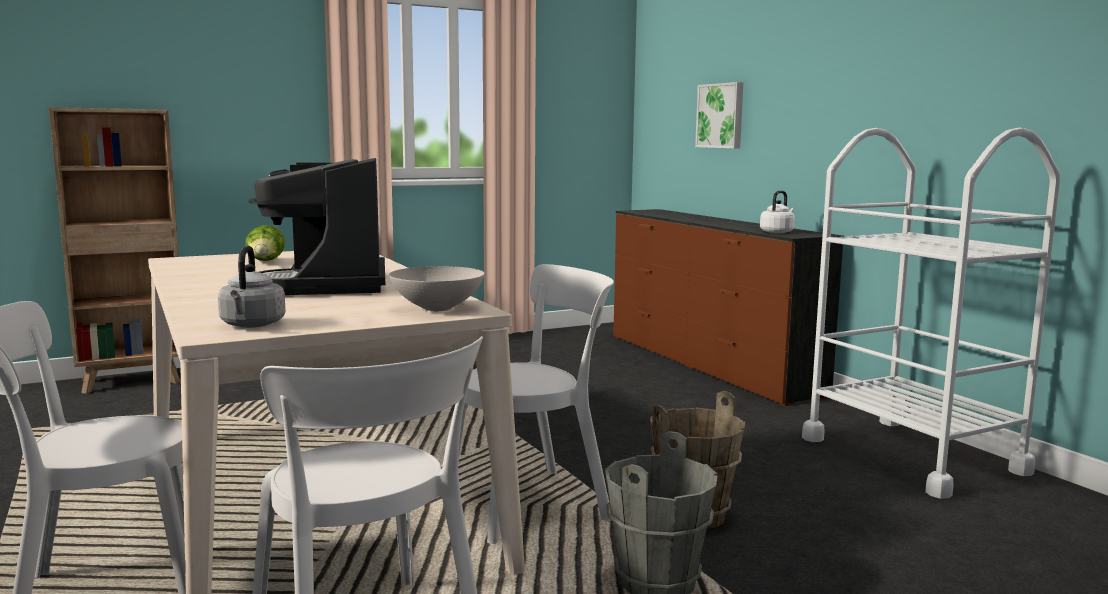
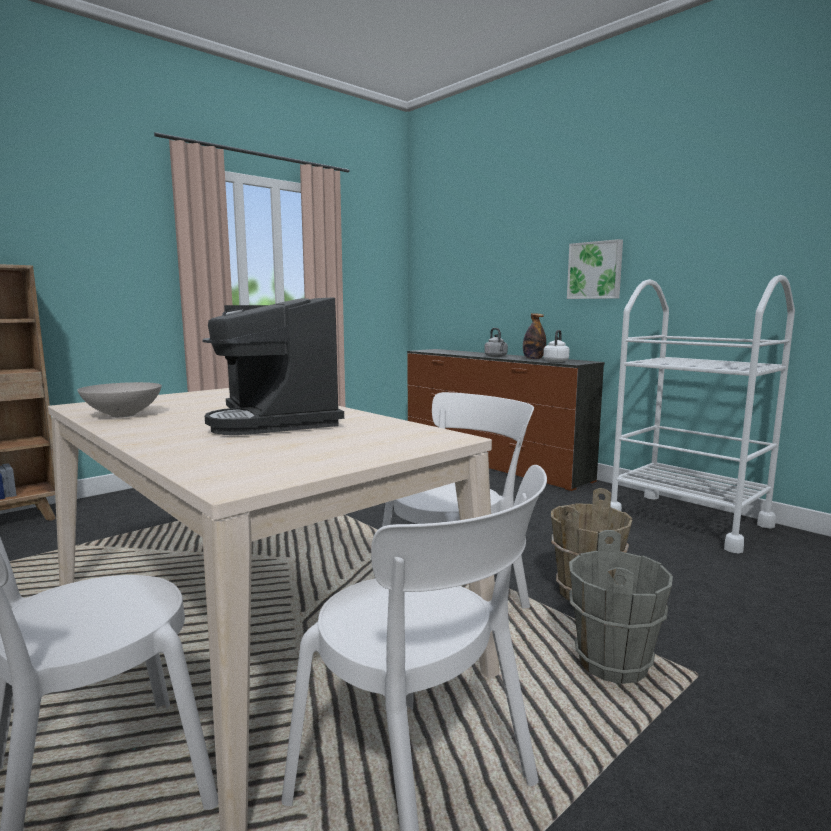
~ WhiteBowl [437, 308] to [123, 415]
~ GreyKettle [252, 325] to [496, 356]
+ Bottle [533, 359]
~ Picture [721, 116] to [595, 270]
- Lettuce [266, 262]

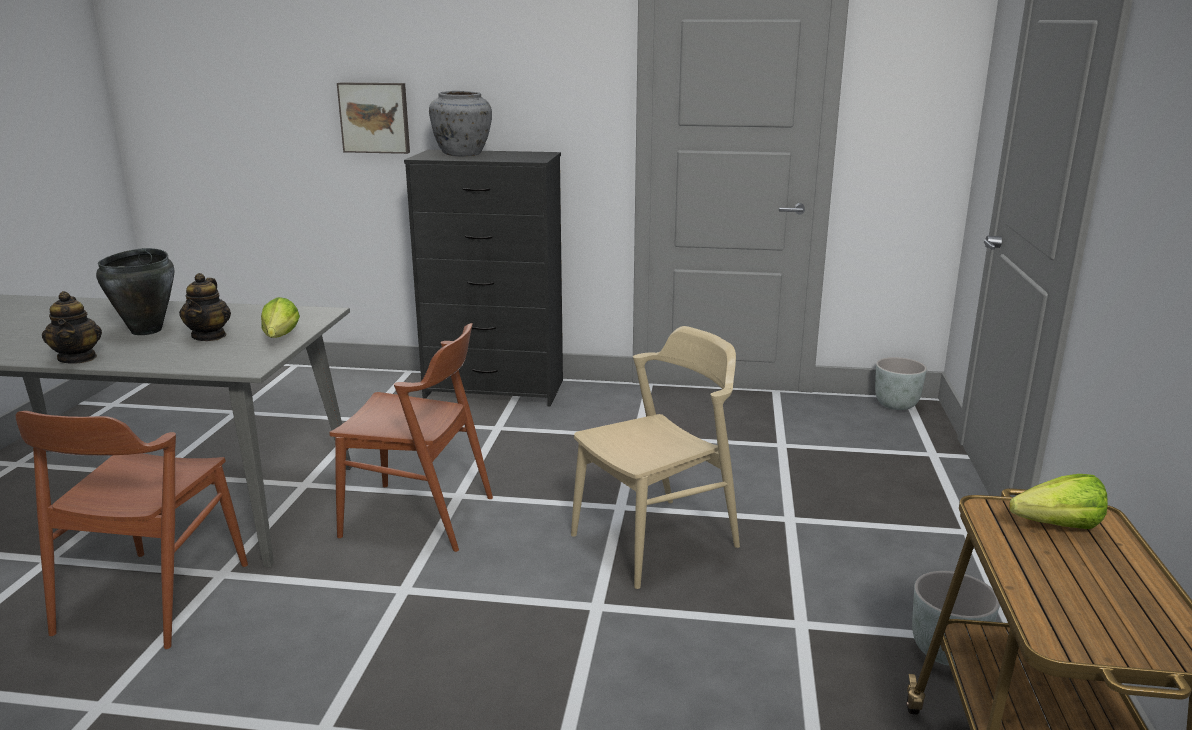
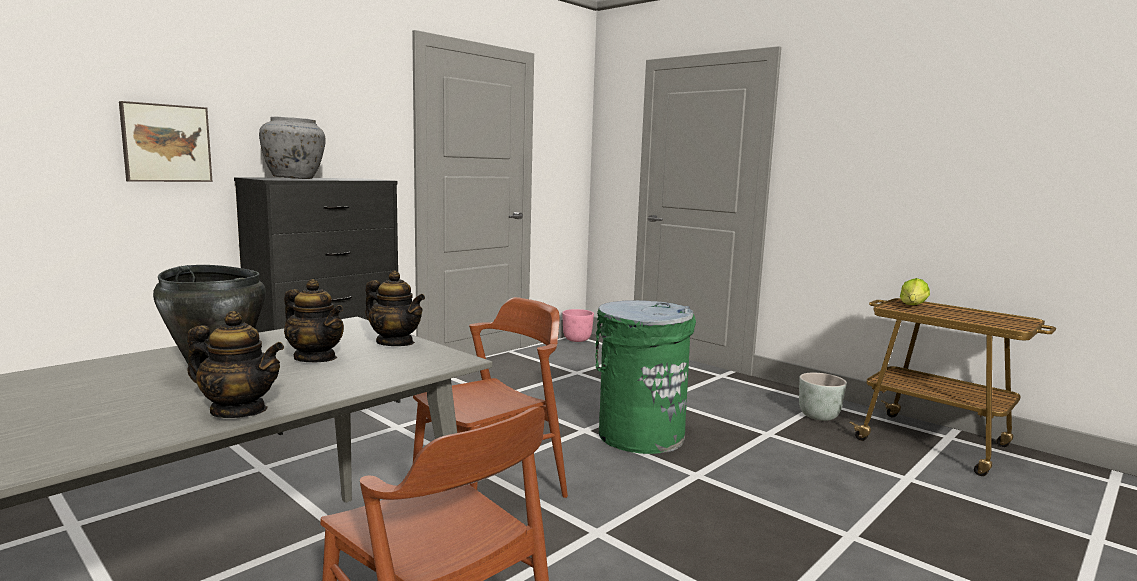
~ Lettuce [278, 340] to Teapot [395, 343]
~ GreyPlanter [897, 405] to PinkPlanter [577, 340]
~ BeigeChair [655, 540] to GreenTrashCan [640, 435]

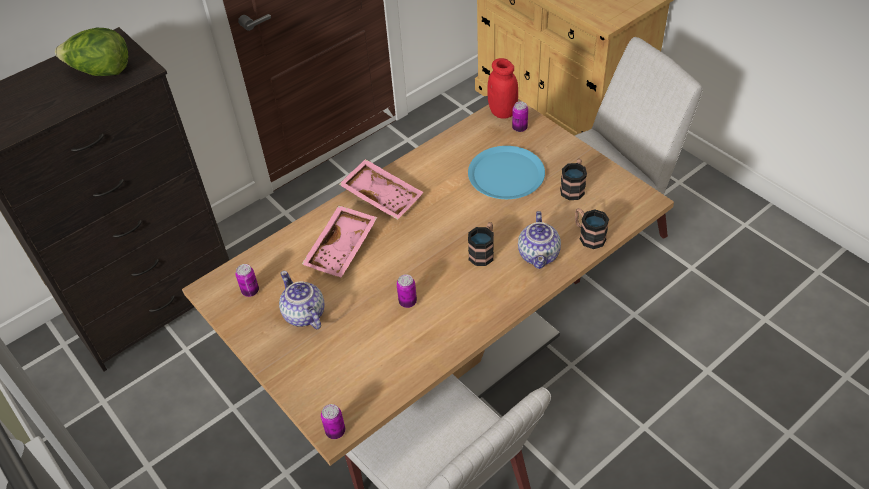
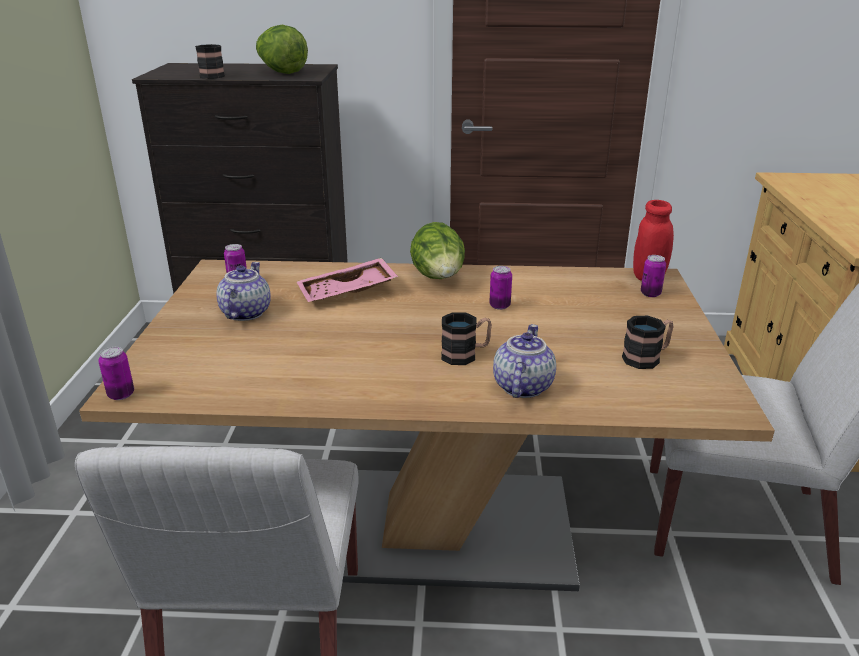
~ Mug [588, 236] to [213, 75]
~ PinkTray [383, 195] to Lettuce [439, 279]
~ Can [407, 302] to [499, 306]
~ Teapot [539, 255] = [521, 386] 150 degrees clockwise
- BluePlate [506, 174]

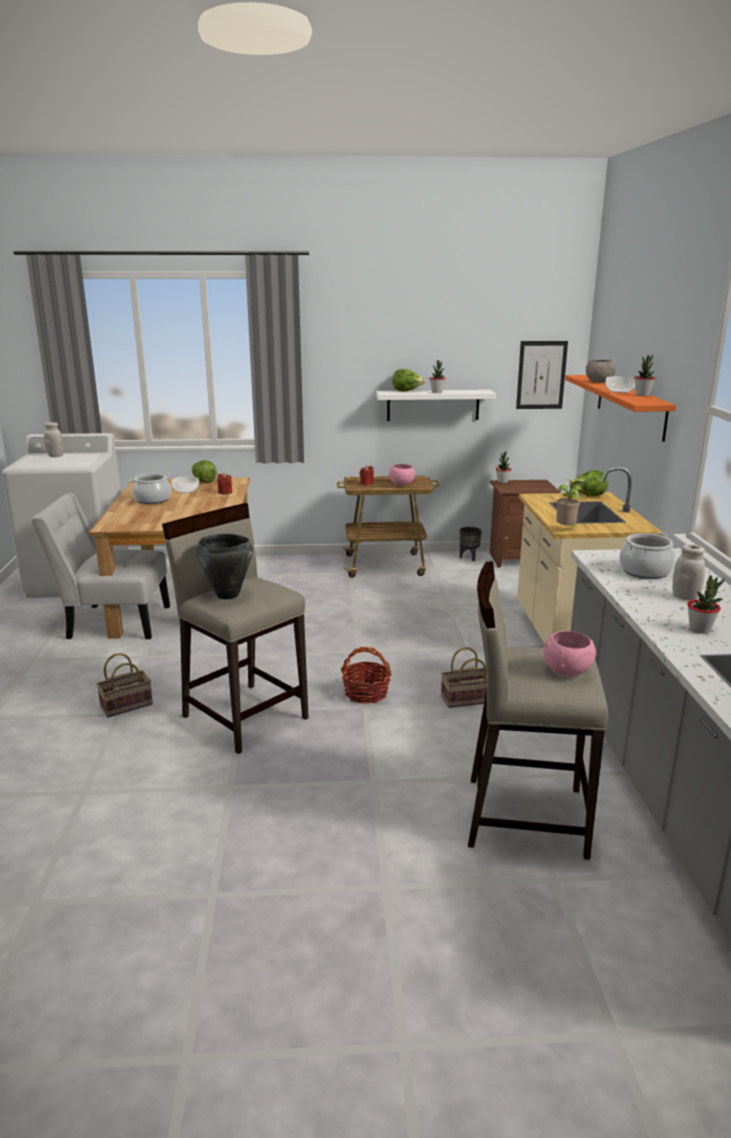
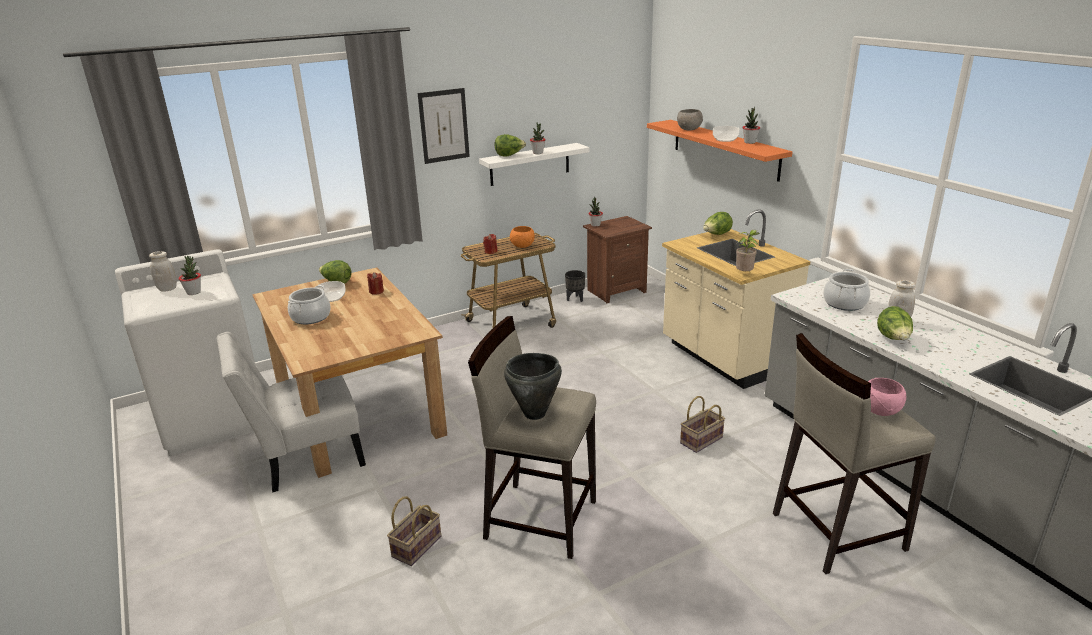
~ PottedPlant [700, 629] to [194, 292]
~ Picture [541, 375] to [444, 126]
~ PinkBowl [401, 484] to OrangeBowl [522, 246]
+ Lettuce [893, 339]
- Basket [366, 693]

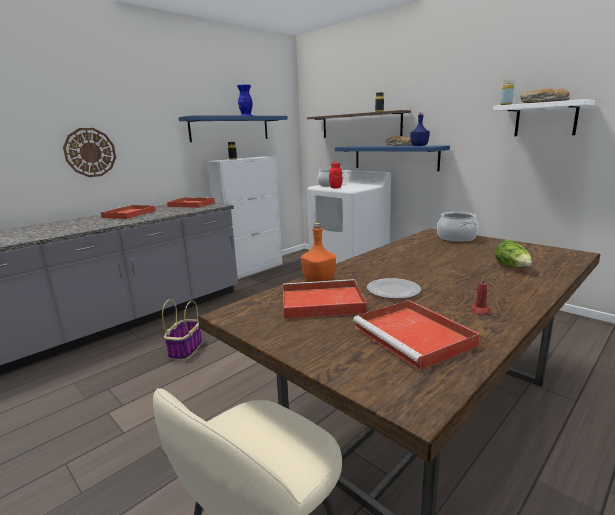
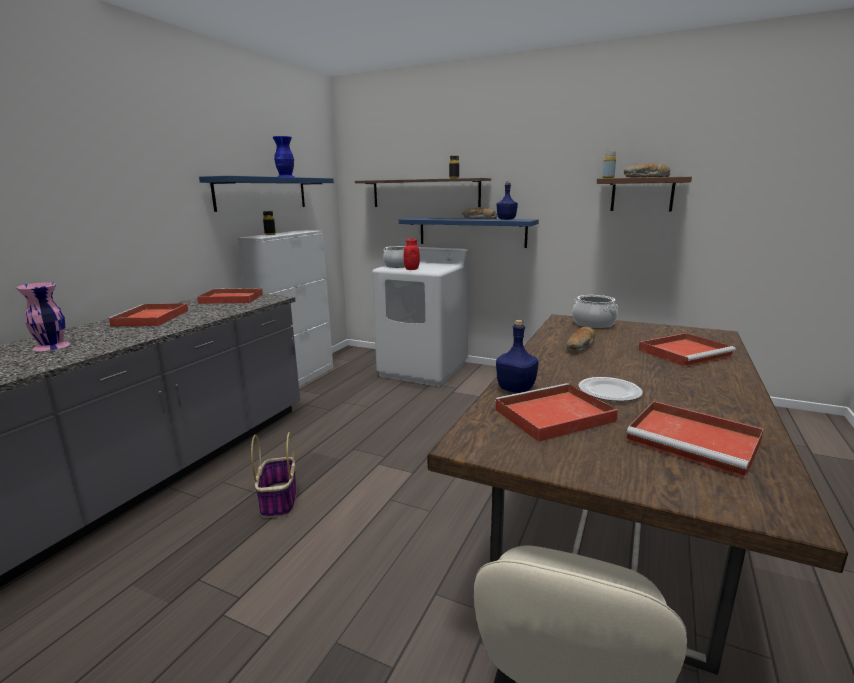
+ PinkVase [51, 346]
~ OrangeBottle [318, 280] to BlueBottle [515, 389]
+ Bread [581, 346]
~ WhiteShelf [545, 119] to BrownShelf [642, 194]
~ Lettuce [513, 267] to RedTray [685, 352]
- WallClock [90, 152]
- RedCandle [480, 311]

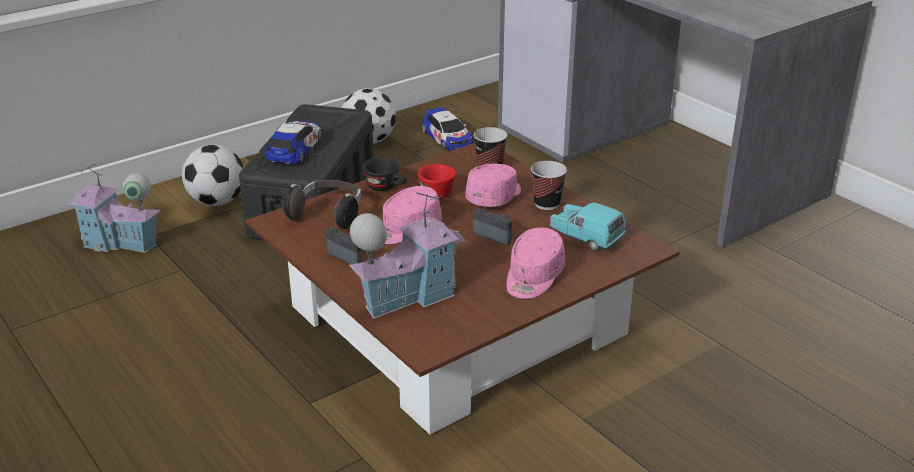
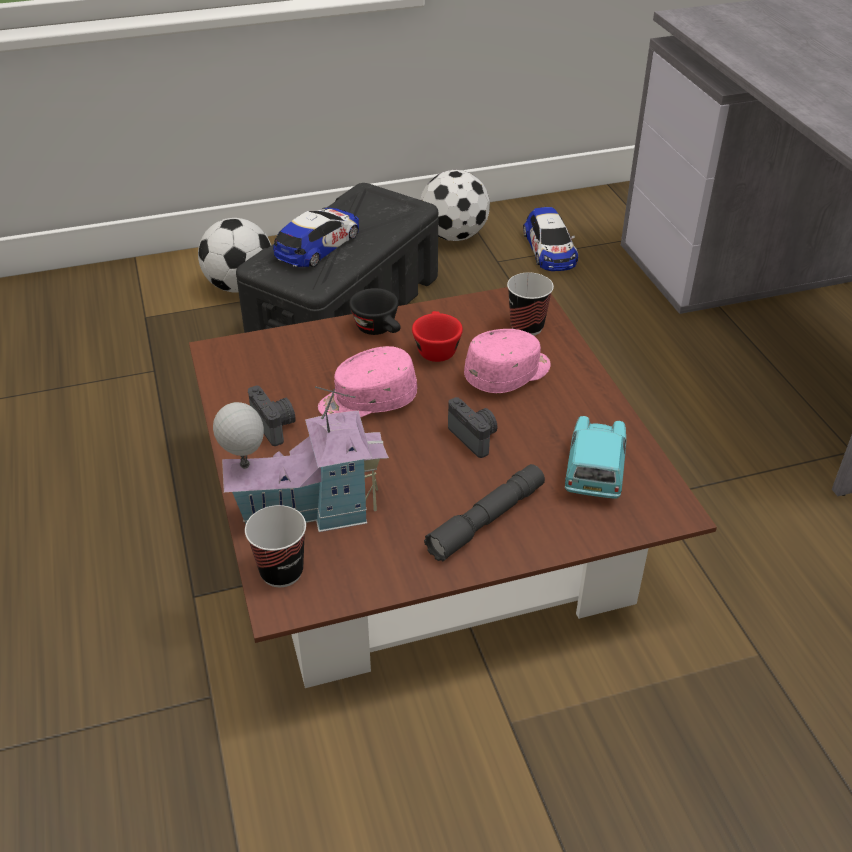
~ Cup [547, 204] to [281, 572]
~ PinkCap [533, 277] to GreyFlashlight [486, 520]
~ TurquoiseToyCar [586, 238] = [594, 471] 45 degrees clockwise
- ToyHouse [120, 243]
- Headphones [328, 215]

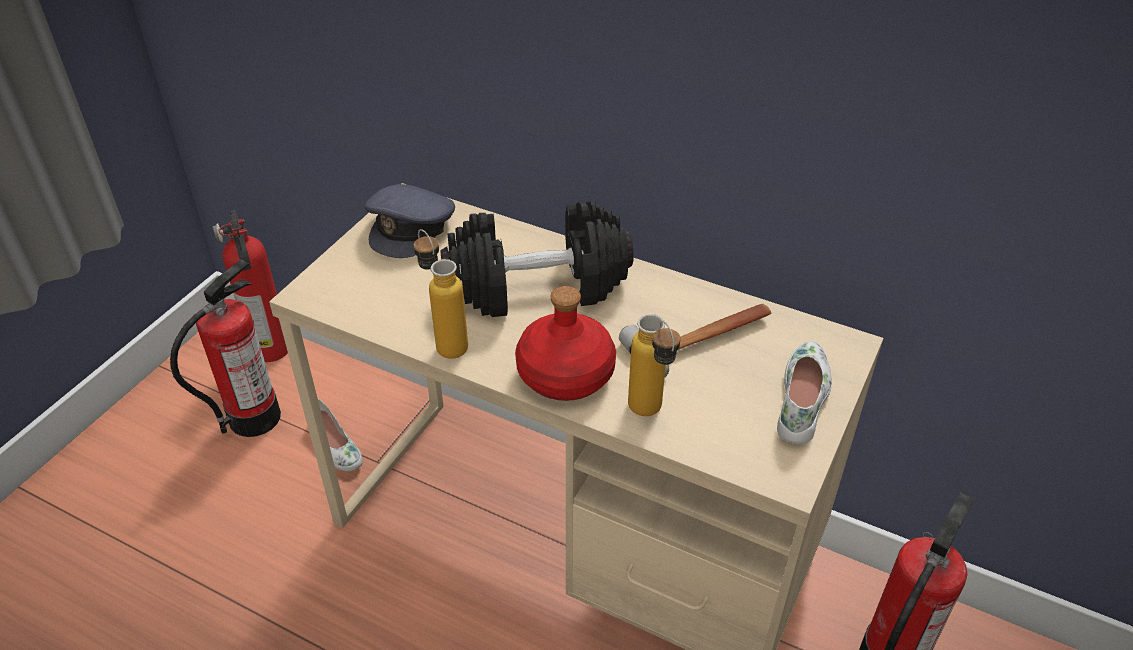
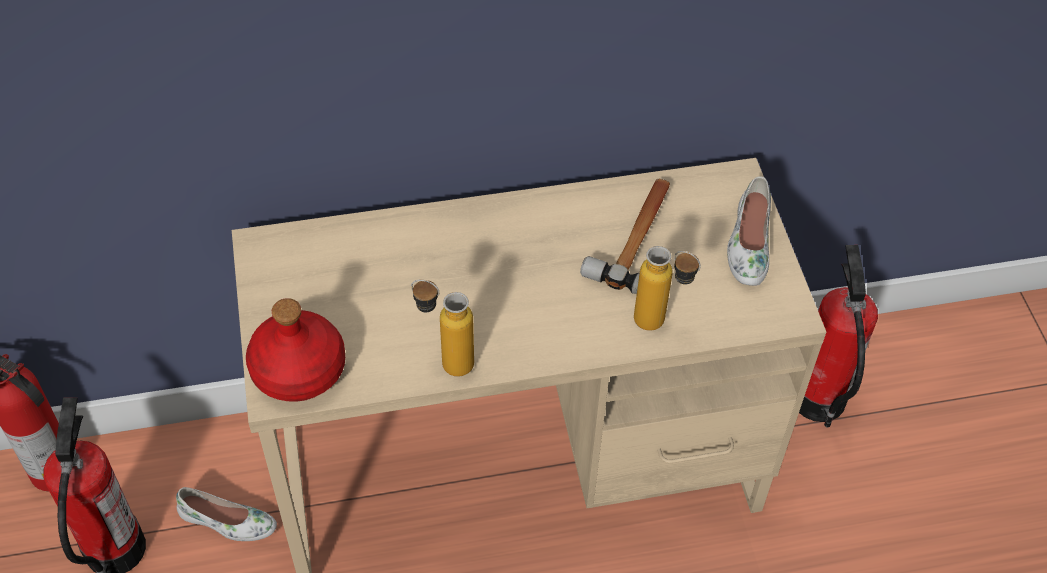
~ RedBottle [564, 375] to [298, 371]
~ WhiteShoe [803, 399] = [748, 244] 150 degrees counterclockwise
- GreyCap [411, 227]
- BlackDumbbell [537, 287]

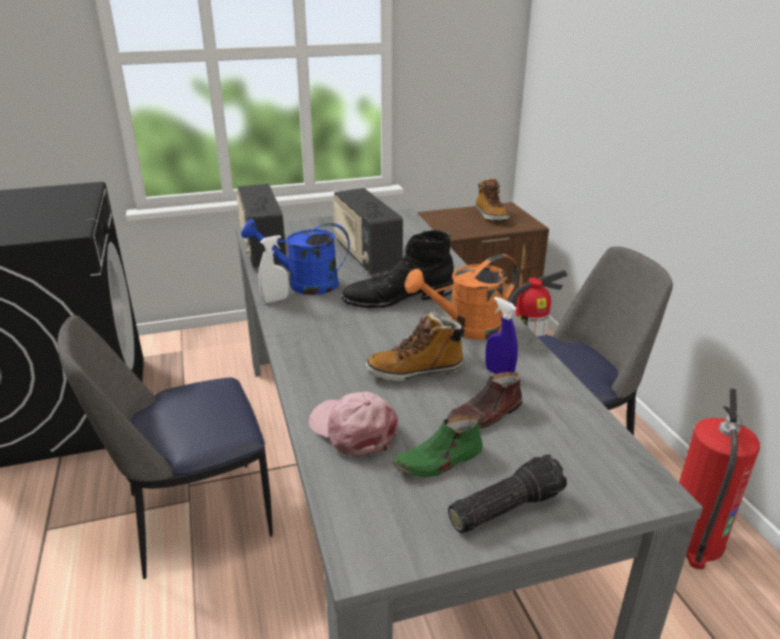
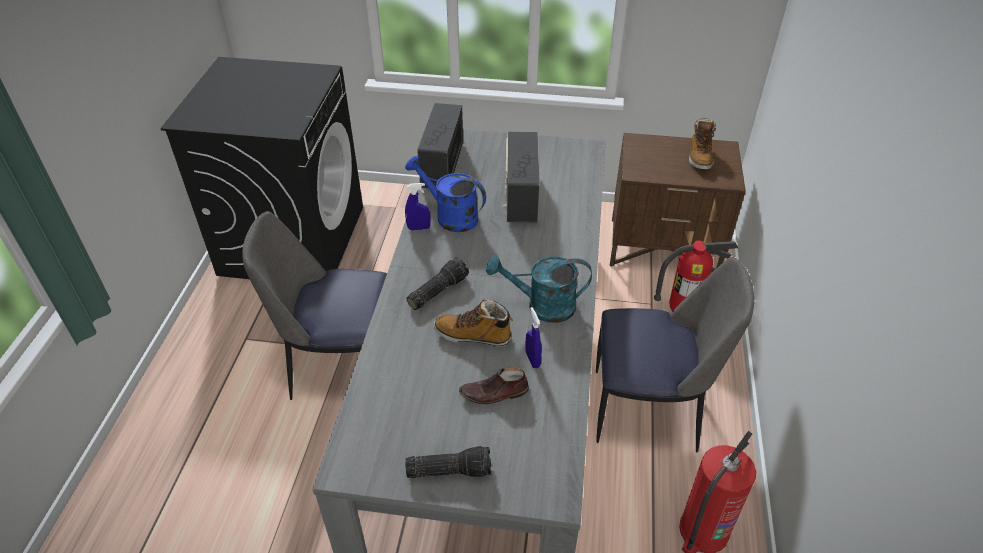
~ WhiteSprayBottle [275, 300] to BlueSprayBottle [418, 228]
+ Flashlight [437, 290]
~ OrangeWateringCan [466, 329] to TurquoiseWateringCan [542, 306]
- PinkCap [353, 430]
- BlackBoot [397, 297]
- GreenShoe [439, 461]

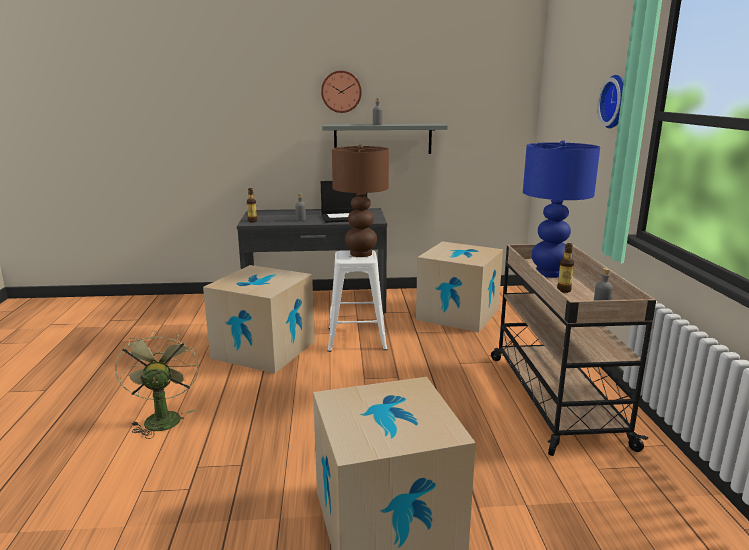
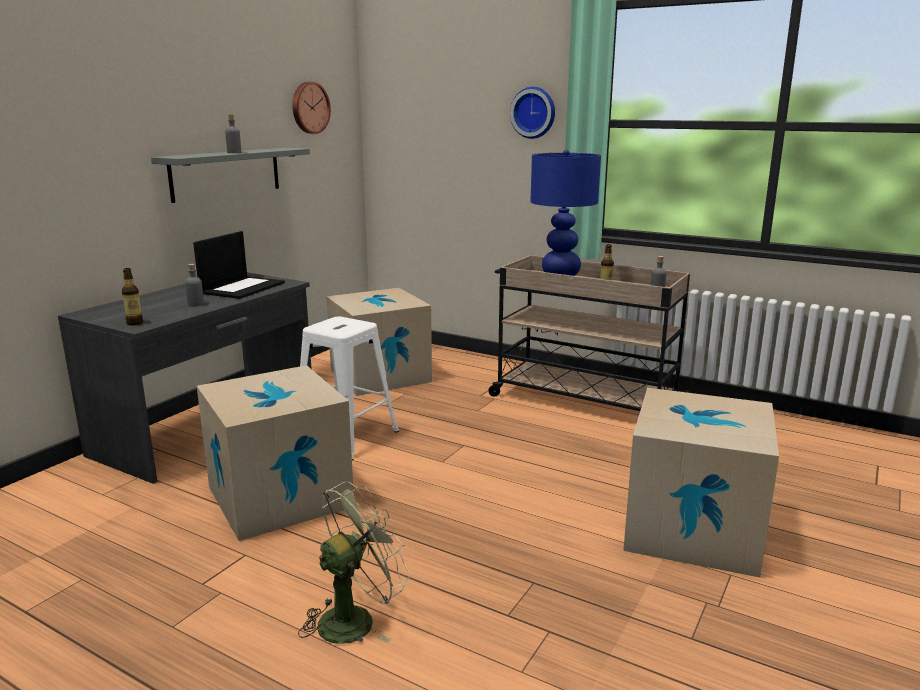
~ WallClock [341, 91] to [309, 108]
~ GreenFan [161, 417] = [355, 618] 120 degrees clockwise
- BrownTableLamp [361, 254]

